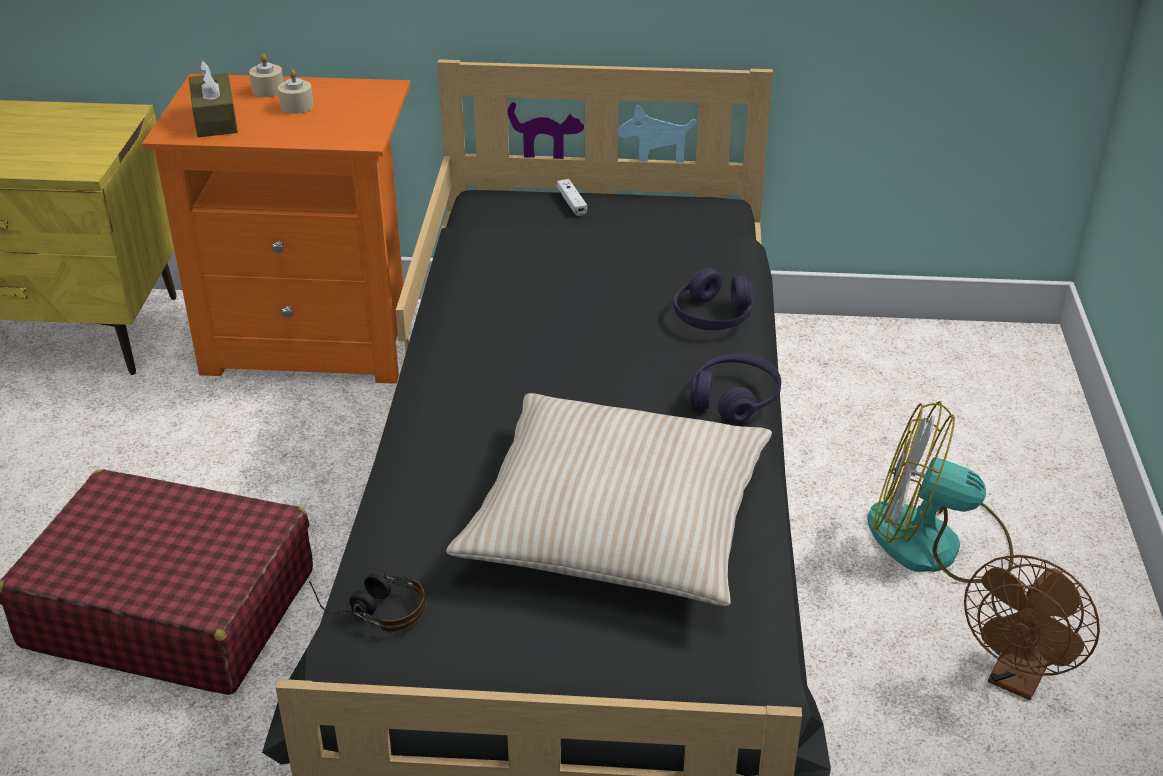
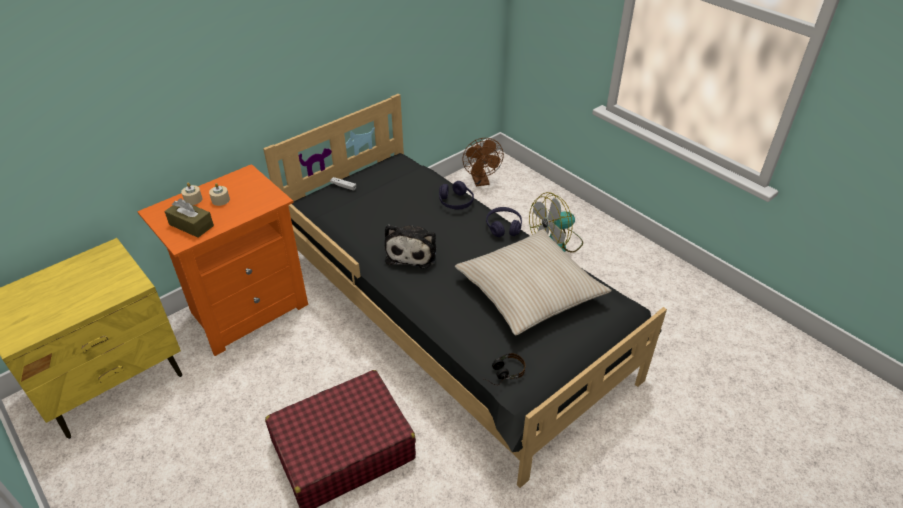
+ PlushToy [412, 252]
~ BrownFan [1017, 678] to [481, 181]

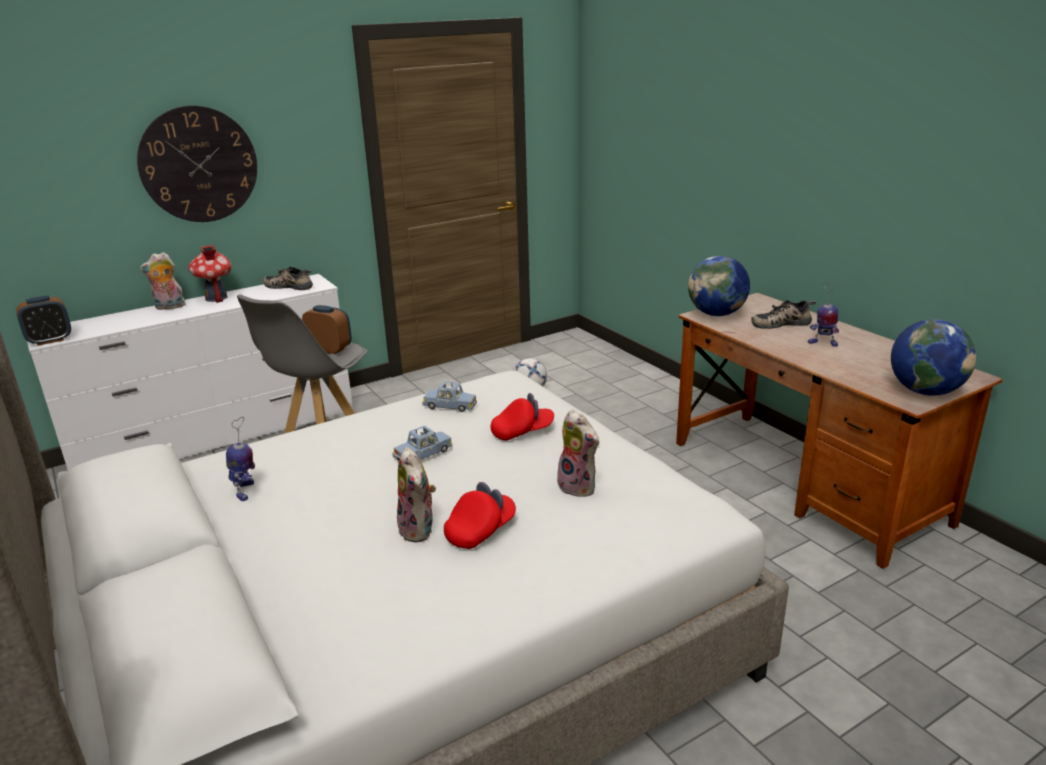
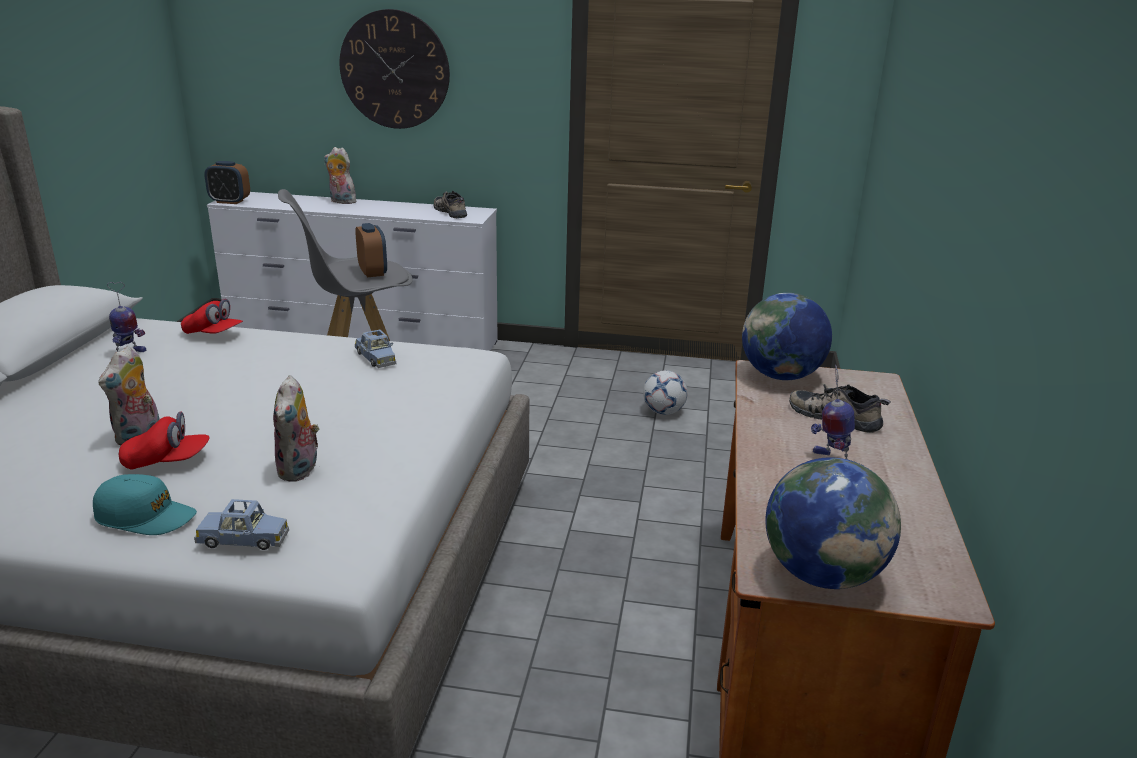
+ TurquoiseCap [146, 516]
~ RedCap [522, 432] to [213, 334]
~ BlueToyCar [423, 454] to [243, 539]
- ToyHouse [216, 298]

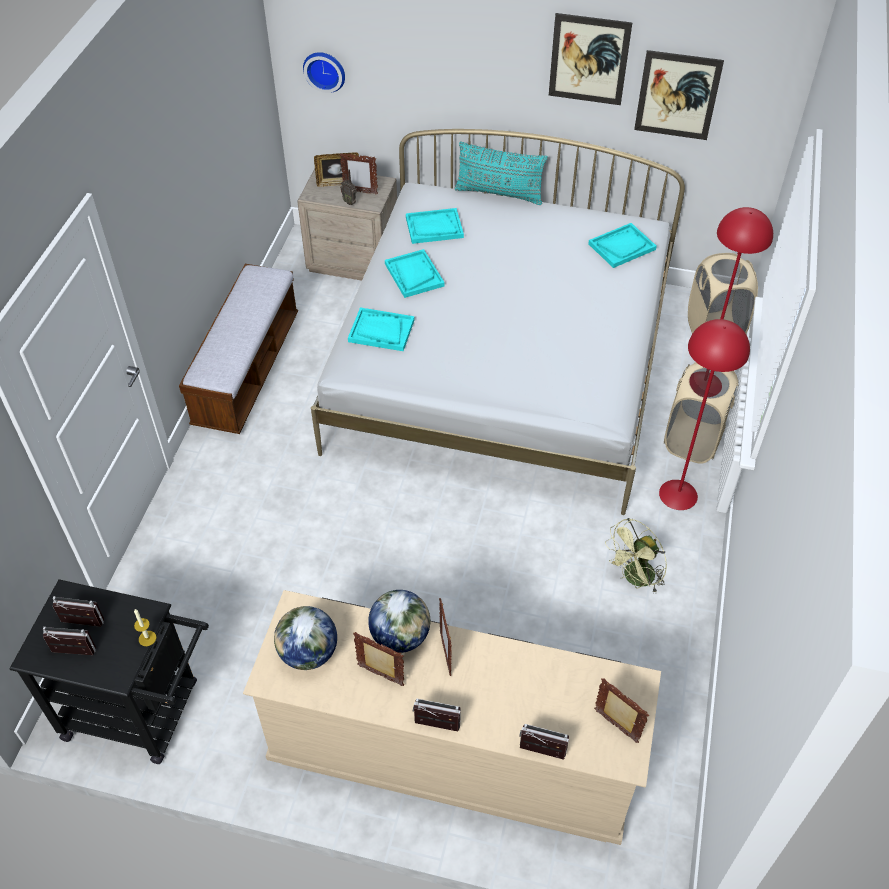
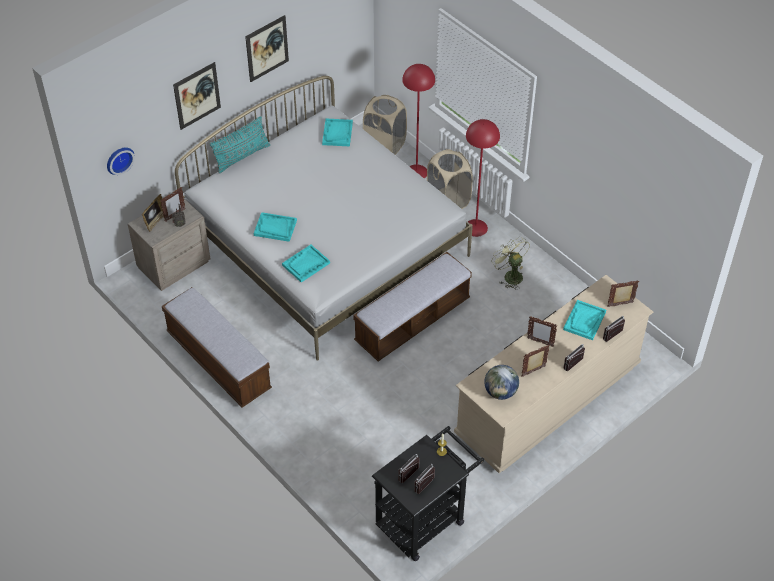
~ Picture [677, 95] to [197, 96]
+ Bench [412, 321]
~ GreenFan [634, 579] = [510, 275] 150 degrees clockwise
~ TurquoiseTray [434, 227] to [584, 321]
- Globe [400, 636]

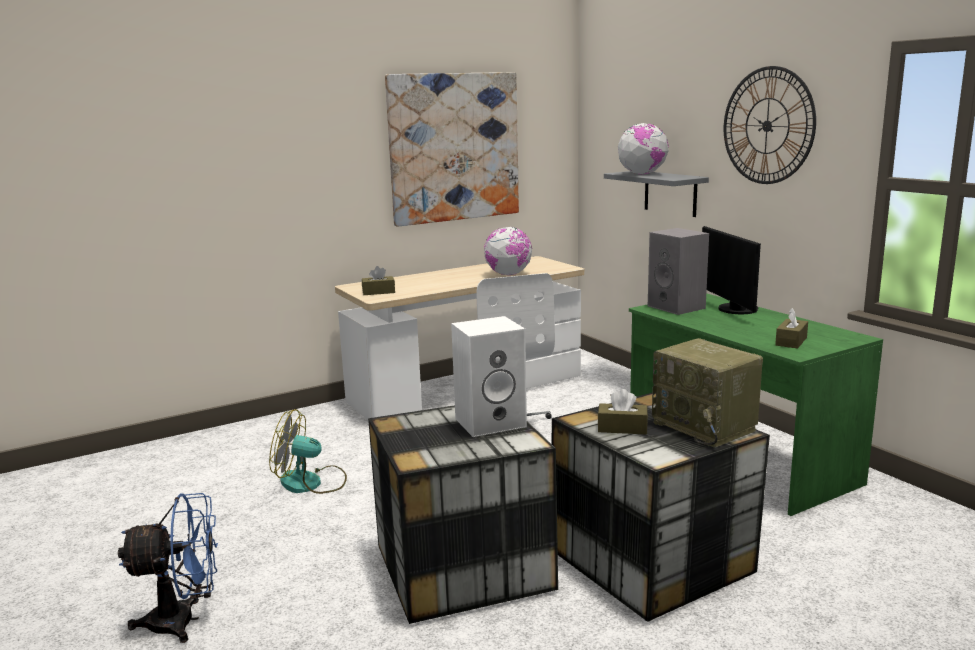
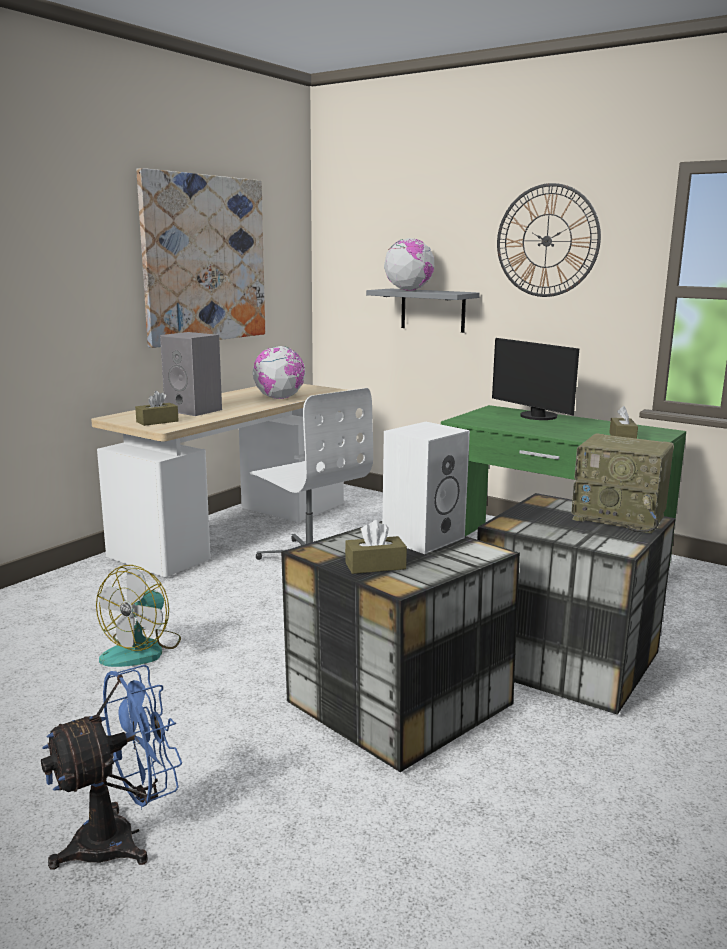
~ Fan [311, 483] = [142, 650] 45 degrees counterclockwise
~ GreySpeaker [678, 307] to [195, 410]
~ BrownTissueBox [622, 428] to [375, 566]

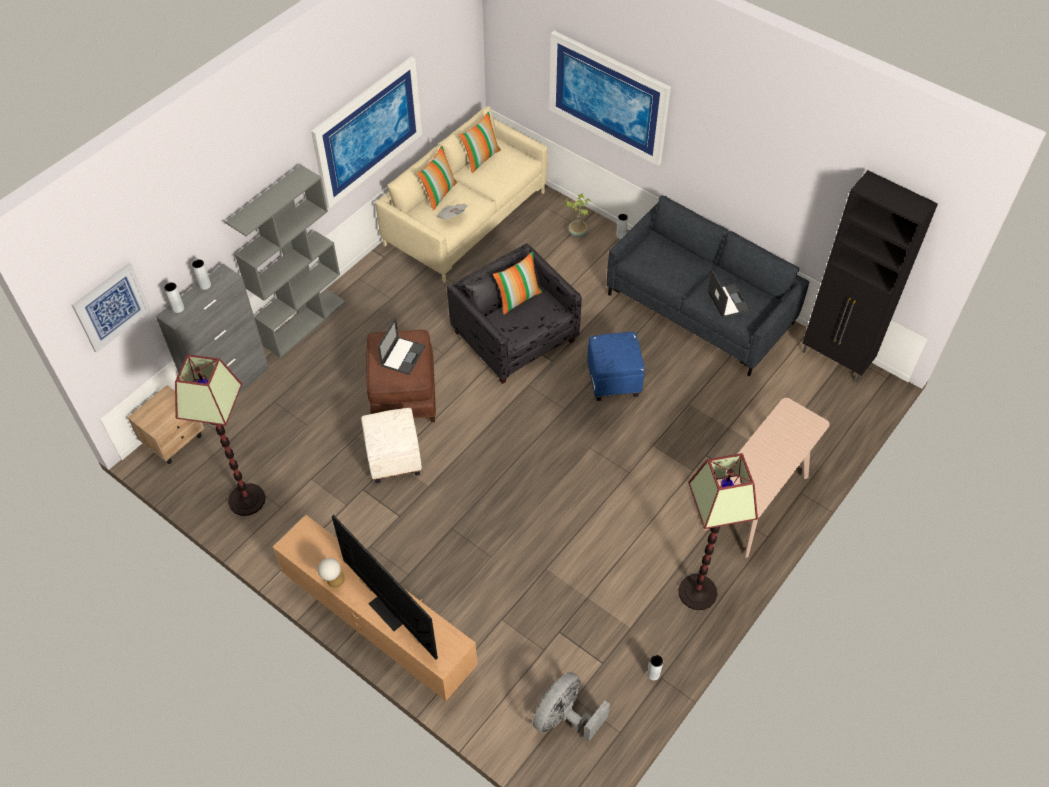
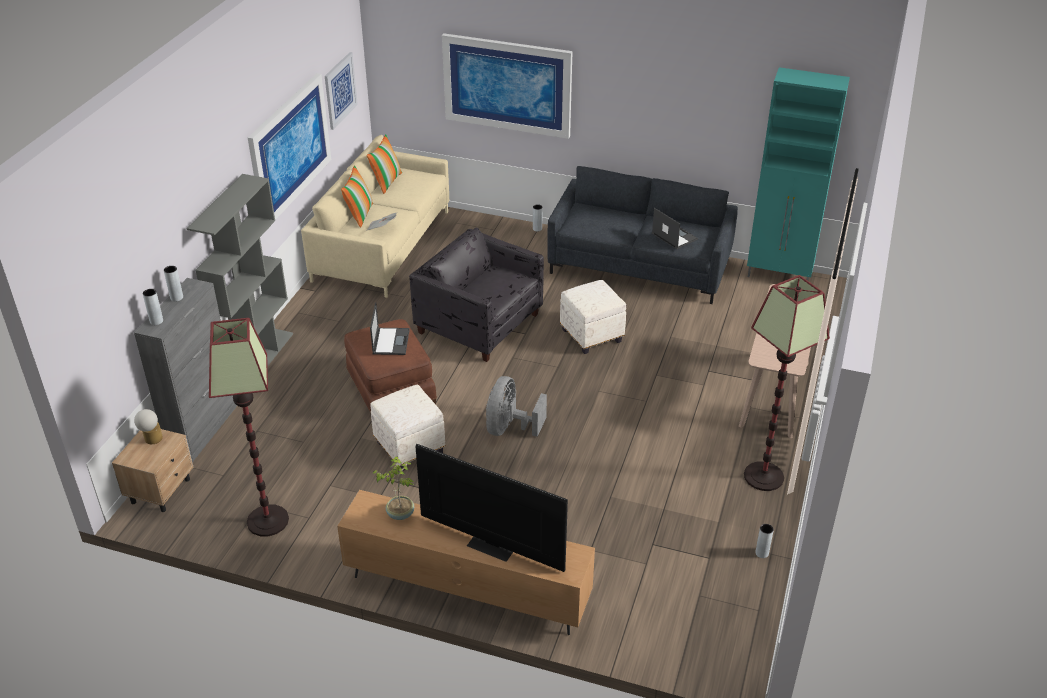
~ TableLamp [333, 581] to [152, 440]
~ Picture [111, 307] to [340, 90]
~ PottedPlant [578, 232] to [400, 513]
~ GreyFan [564, 717] to [509, 428]
~ BlueOttoman [614, 381] to WhiteOttoman [592, 336]
~ BlackCabinet [836, 360] to TurquoiseCabinet [779, 276]
- Pillow [518, 298]

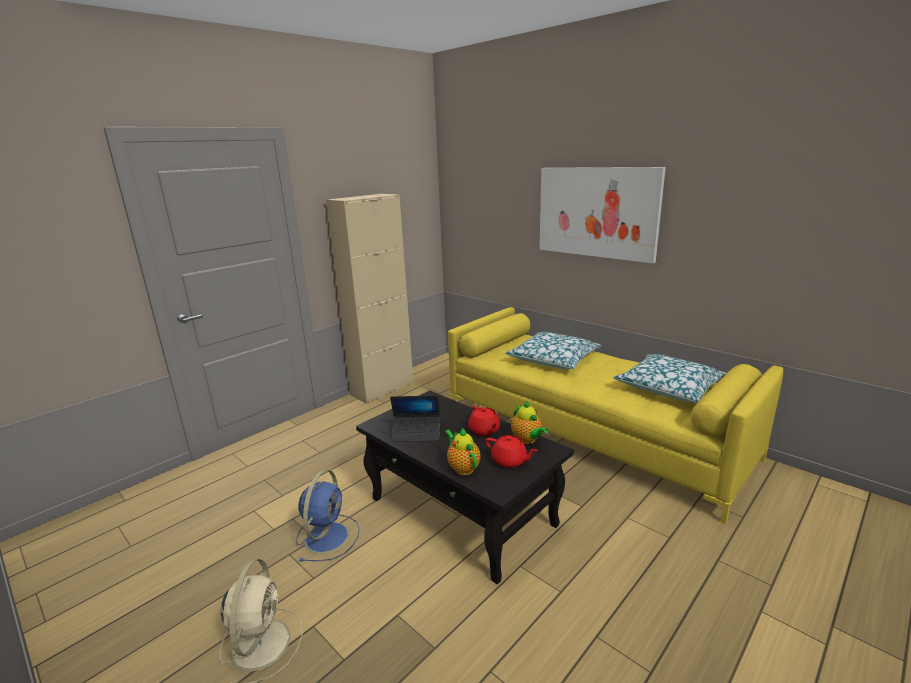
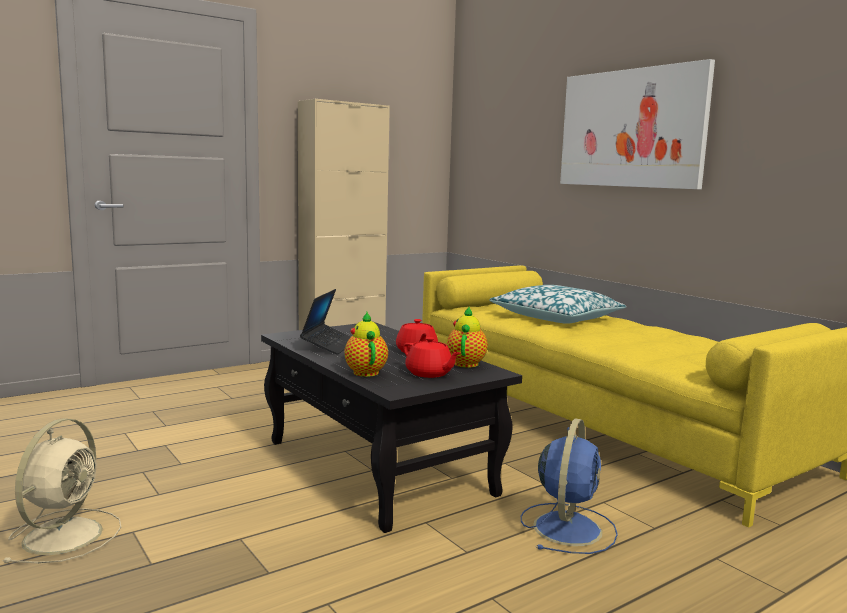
~ Laptop [416, 433] = [329, 345] 90 degrees counterclockwise
~ Teapot [527, 440] = [466, 363] 150 degrees counterclockwise
~ BlueFan [328, 536] to [568, 527]
- Pillow [669, 388]

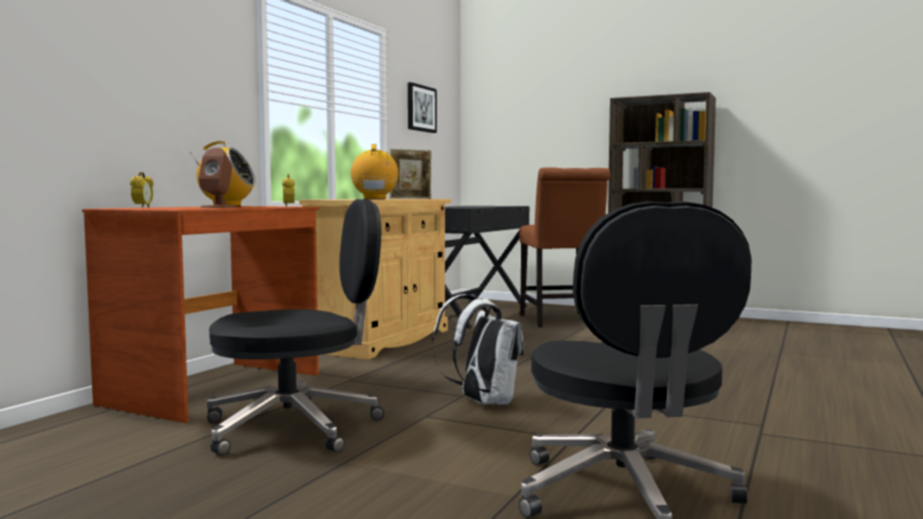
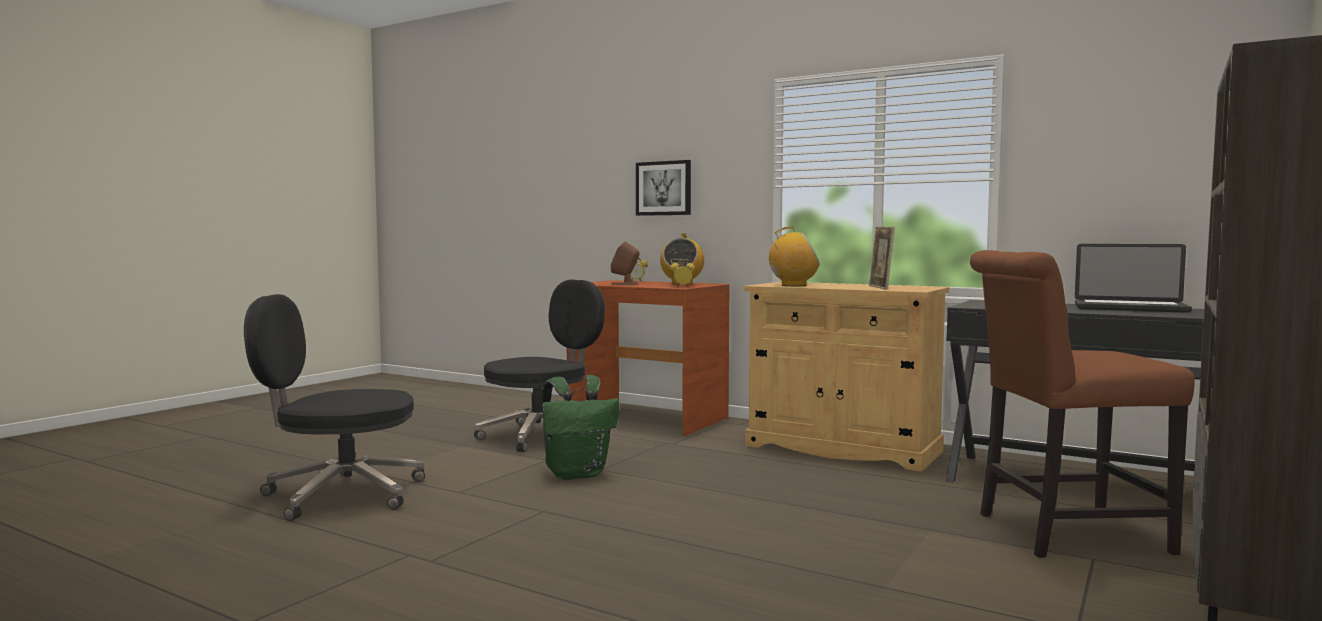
~ BlackOfficeChair [296, 427] = [542, 436] 120 degrees counterclockwise
~ WhiteBackpack [482, 402] to GreenBackpack [577, 474]
~ Picture [420, 108] to [664, 188]
+ Laptop [1130, 308]

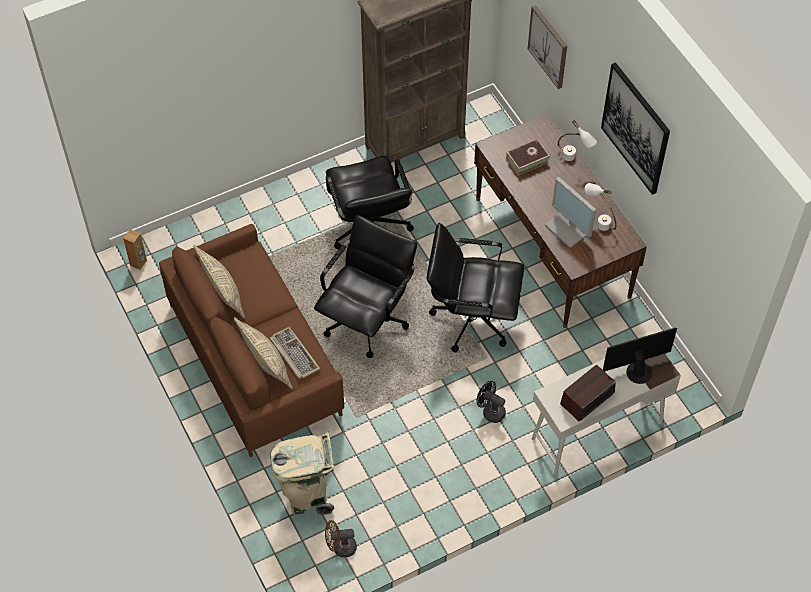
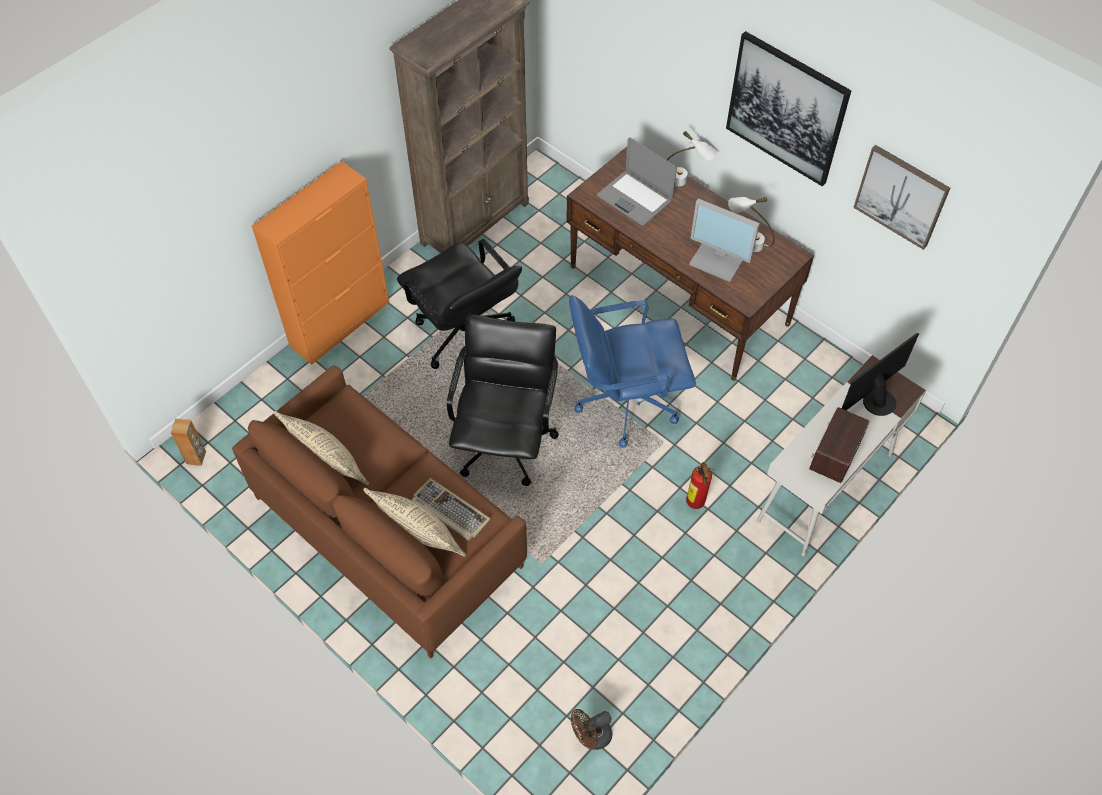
+ OrangeCabinet [340, 324]
~ BlackOfficeChair [471, 318] to BlueOfficeChair [625, 401]
~ Book [527, 160] to Laptop [635, 198]
~ BlackFan [490, 411] to FireExtinguisher [695, 504]
~ Picture [548, 46] to [901, 196]
- BeigeTrashCan [307, 496]

